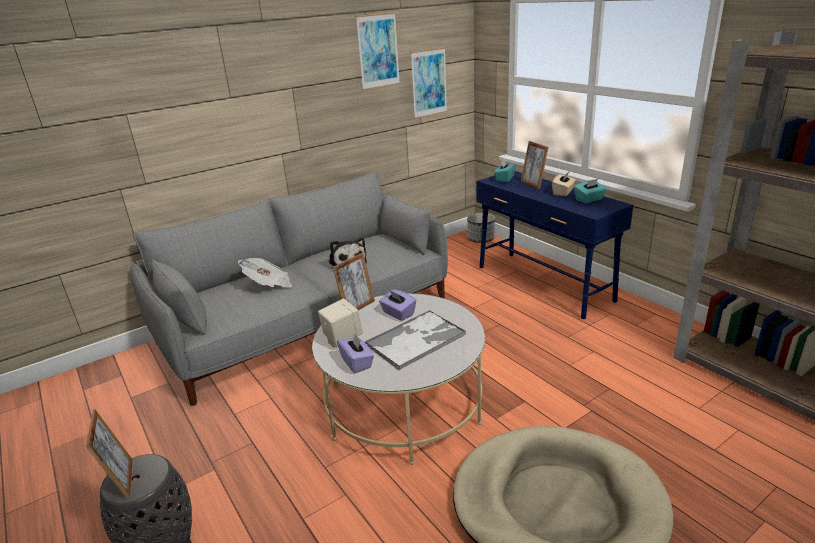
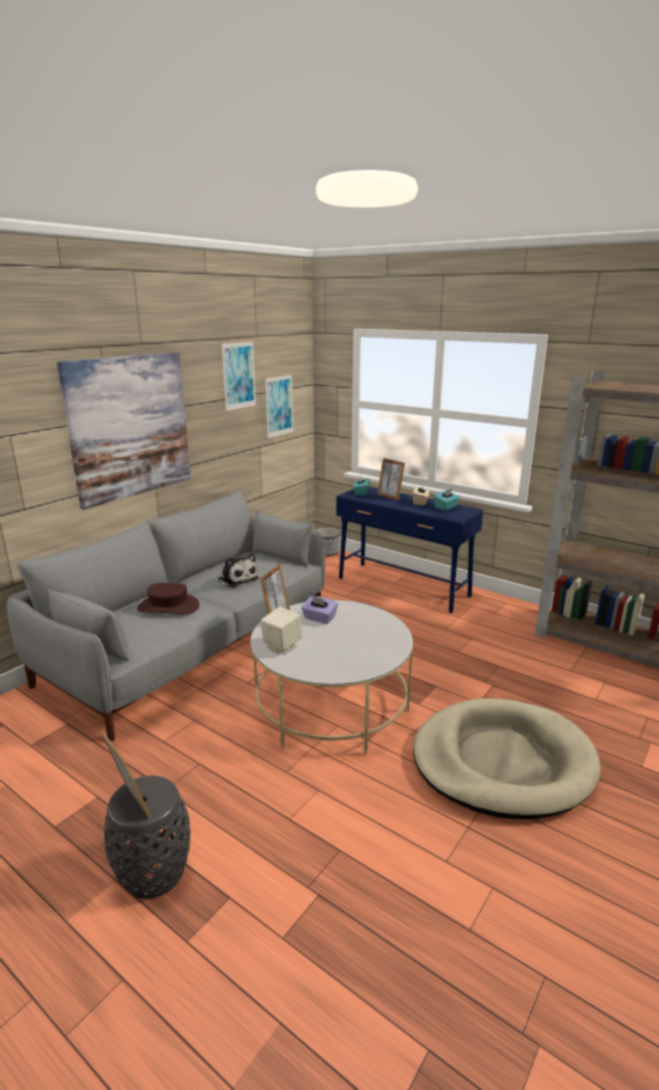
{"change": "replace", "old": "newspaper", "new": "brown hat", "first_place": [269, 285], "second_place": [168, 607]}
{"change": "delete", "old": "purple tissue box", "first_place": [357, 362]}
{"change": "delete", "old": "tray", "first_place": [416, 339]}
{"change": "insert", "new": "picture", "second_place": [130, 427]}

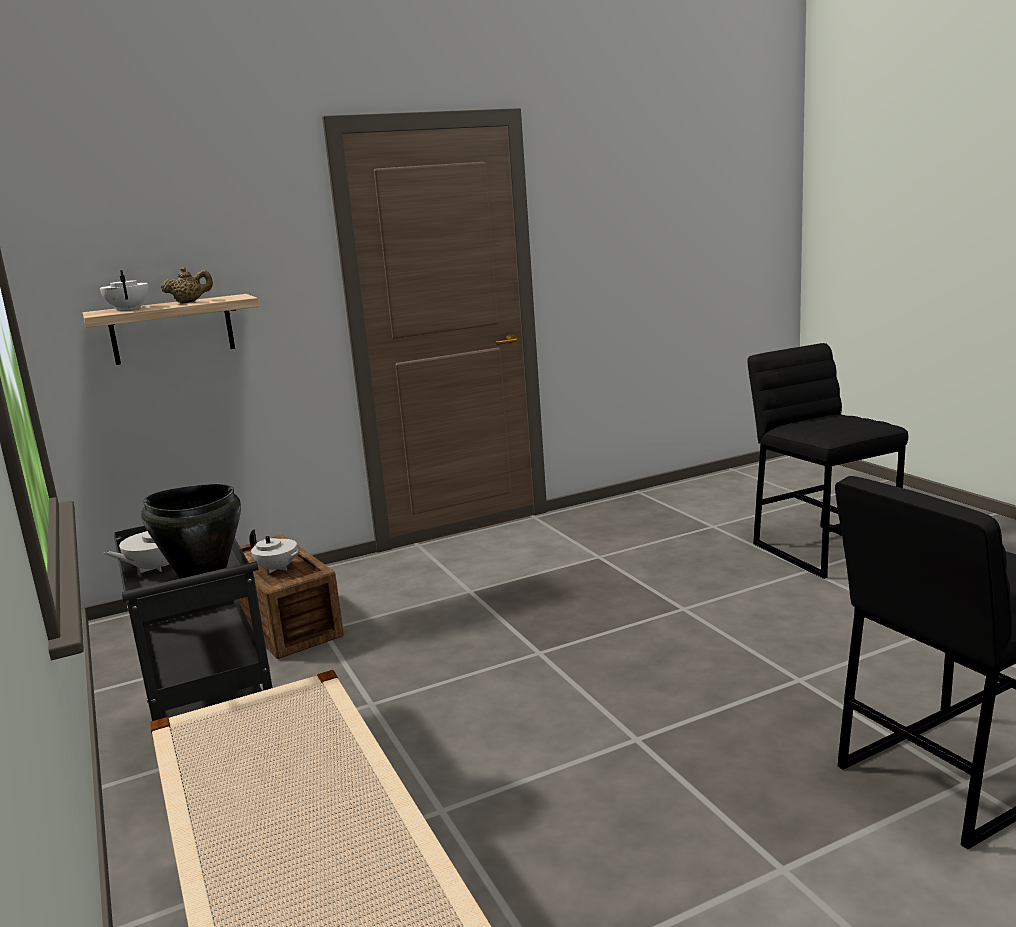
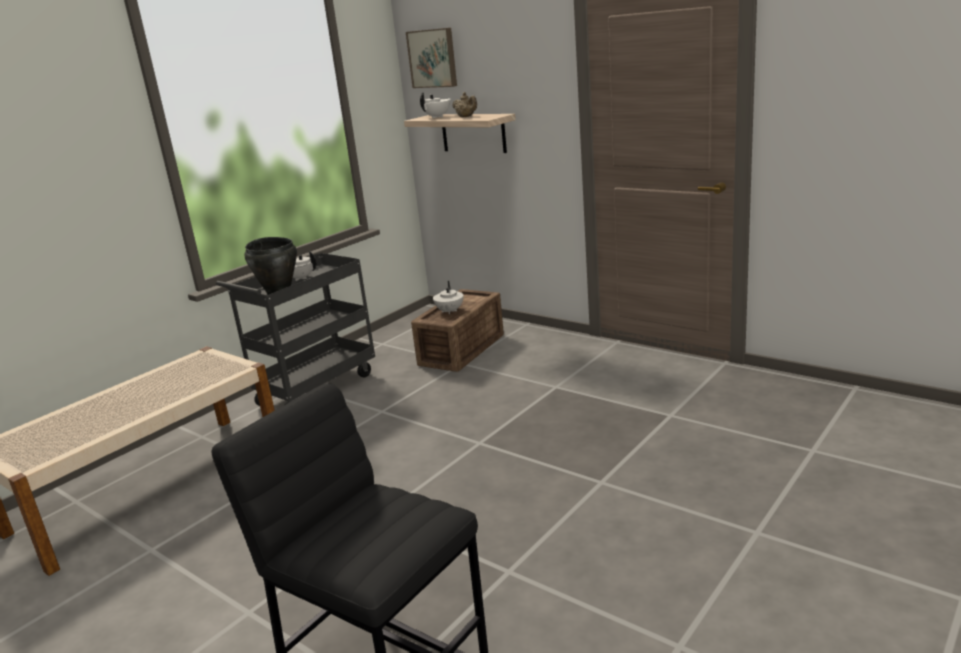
{"change": "delete", "old": "black chair", "first_place": [821, 549]}
{"change": "insert", "new": "picture", "second_place": [433, 58]}

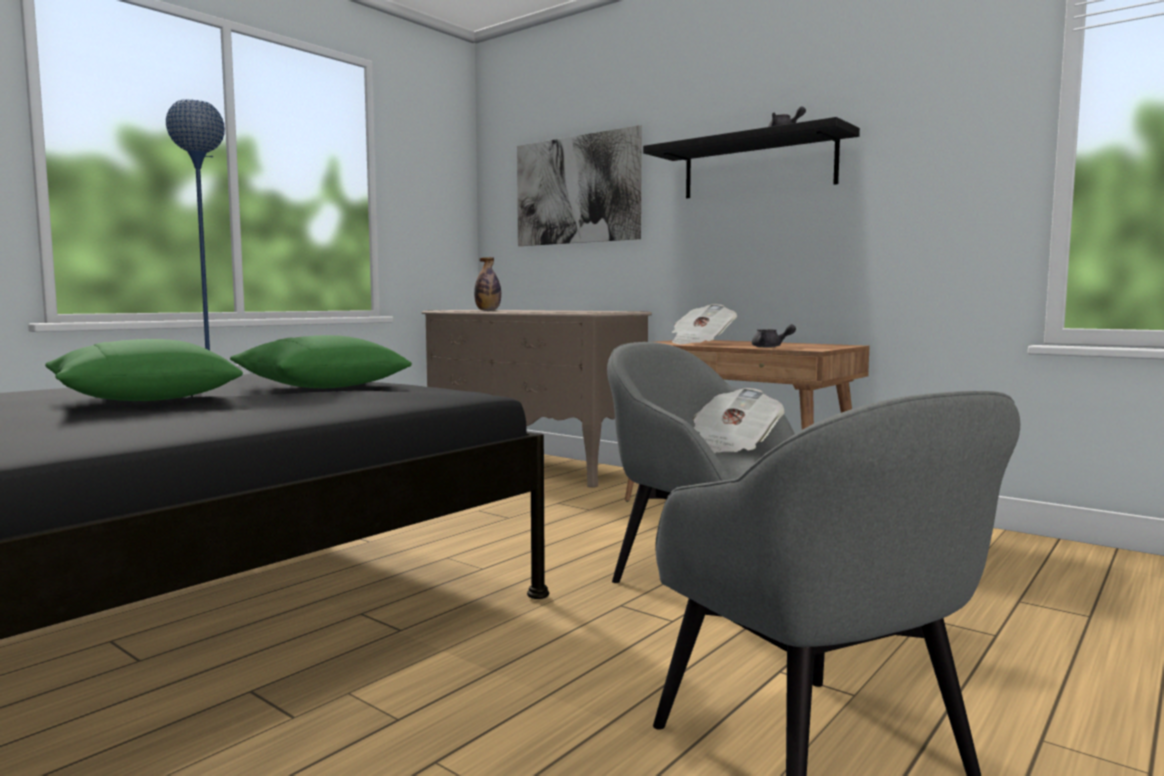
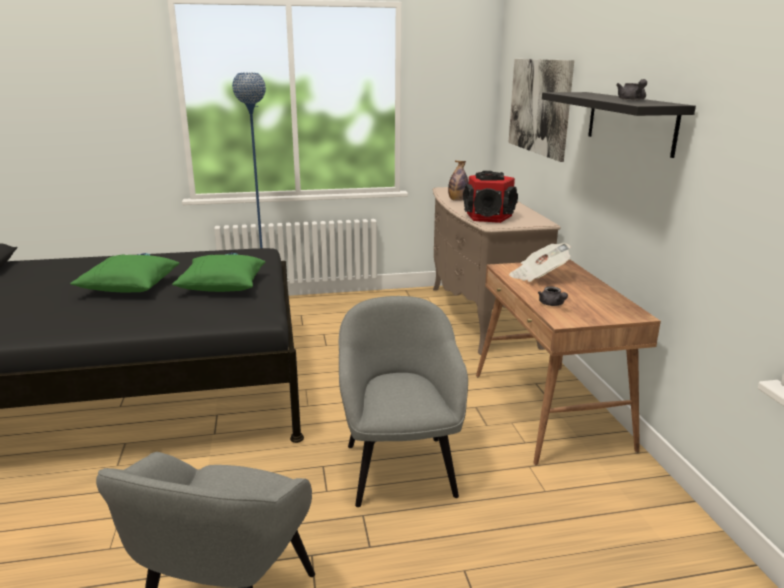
{"change": "delete", "old": "newspaper", "first_place": [732, 446]}
{"change": "insert", "new": "speaker", "second_place": [489, 217]}

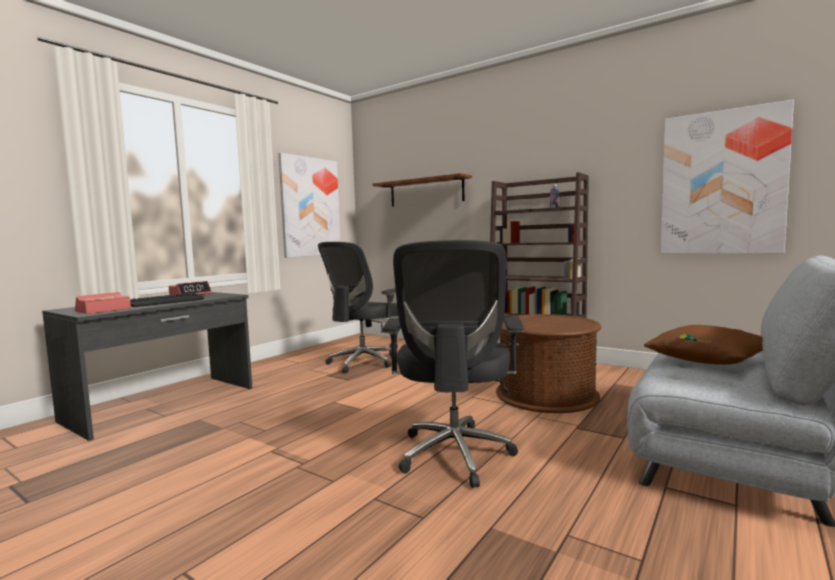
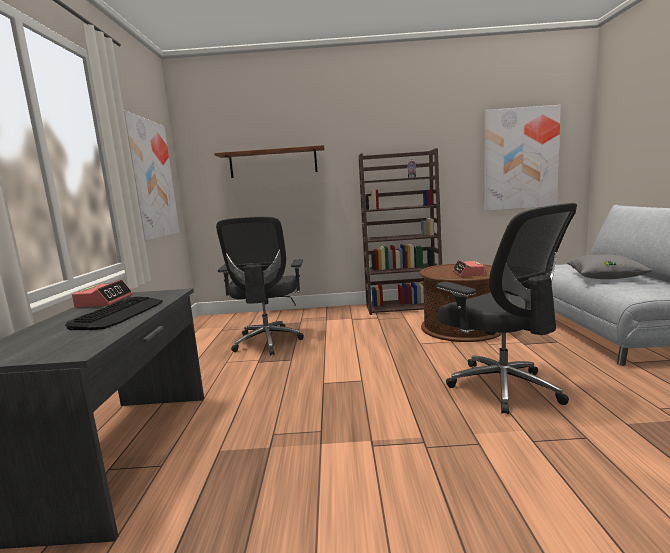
{"change": "move", "old": "alarm clock", "first_place": [103, 310], "second_place": [468, 273]}
{"change": "recolor", "old": "brown pillow", "new": "grey pillow", "first_place": [707, 361], "second_place": [605, 277]}

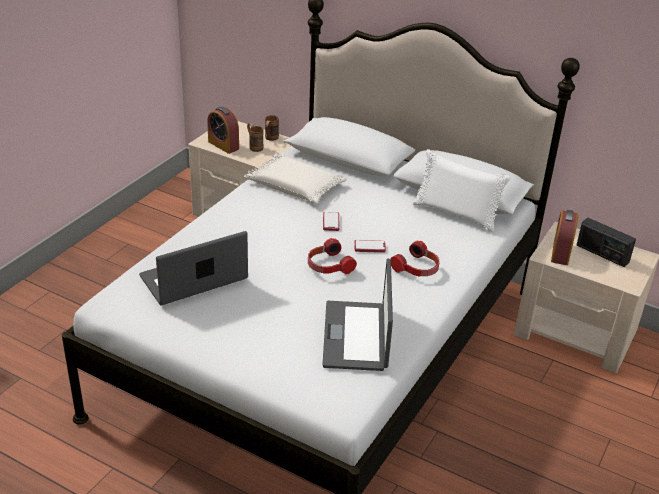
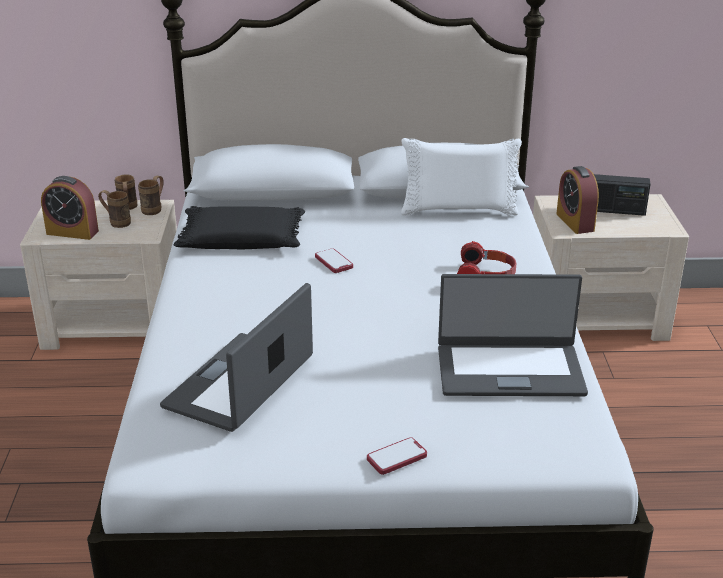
{"change": "recolor", "old": "white pillow", "new": "black pillow", "first_place": [295, 184], "second_place": [241, 237]}
{"change": "delete", "old": "headphones", "first_place": [328, 266]}
{"change": "rotate", "old": "laptop", "first_place": [357, 336], "second_place": [509, 369], "degrees": -60}
{"change": "move", "old": "phone", "first_place": [369, 247], "second_place": [396, 457]}
{"change": "insert", "new": "brown mug", "second_place": [155, 209]}

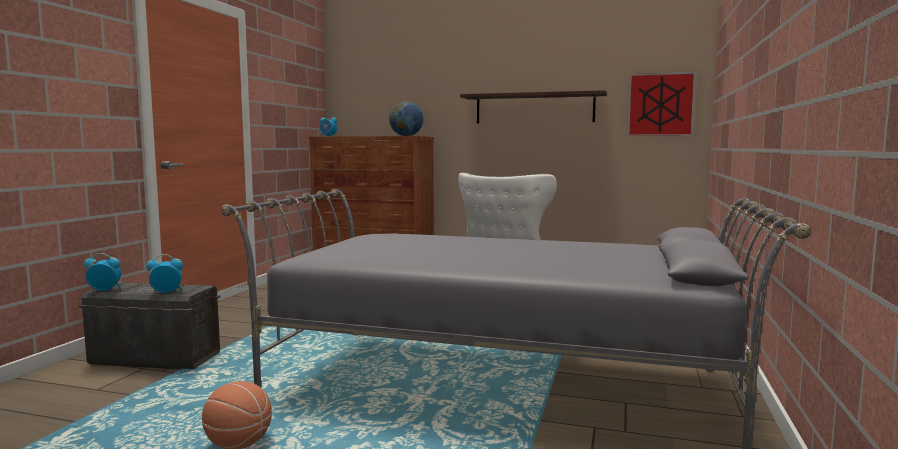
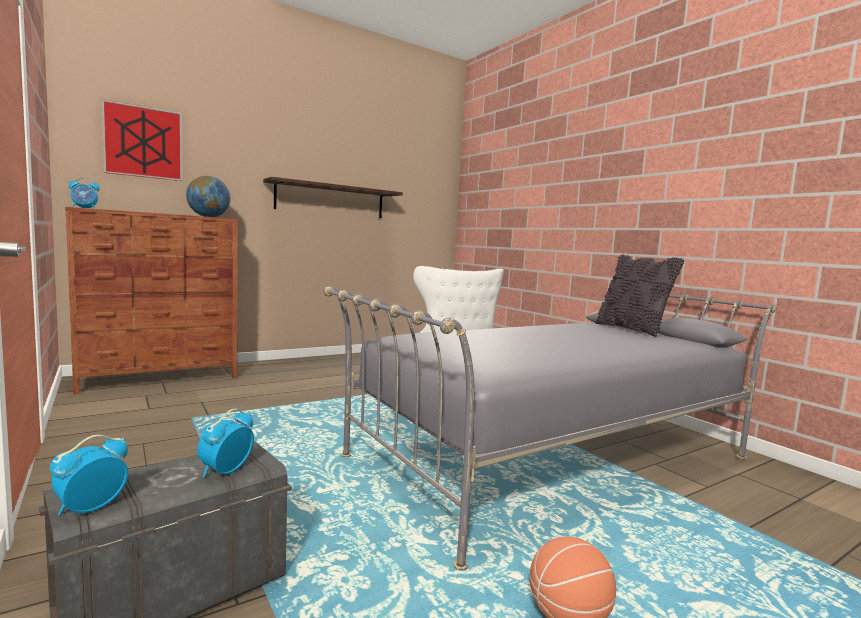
{"change": "move", "old": "picture", "first_place": [660, 104], "second_place": [143, 142]}
{"change": "insert", "new": "black pillow", "second_place": [632, 329]}

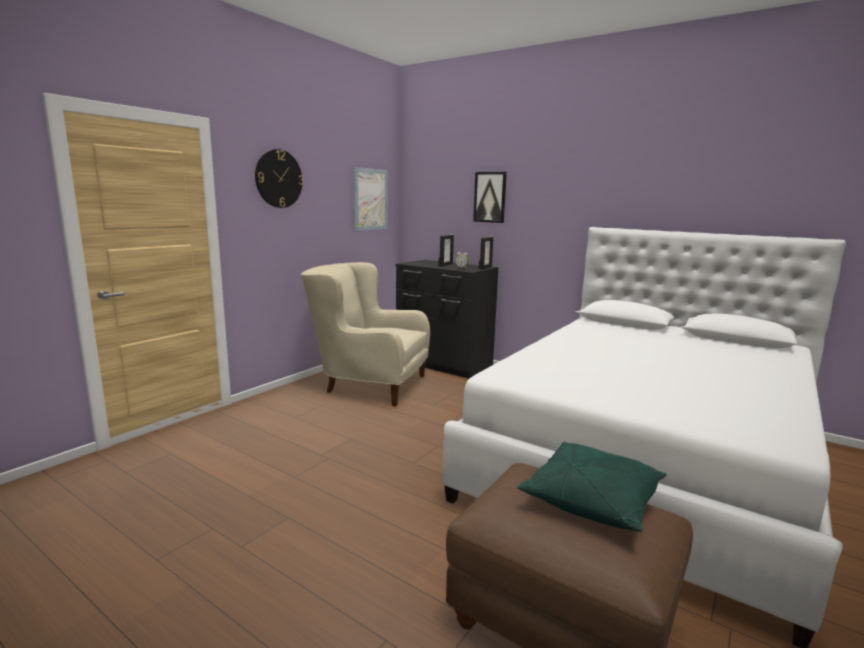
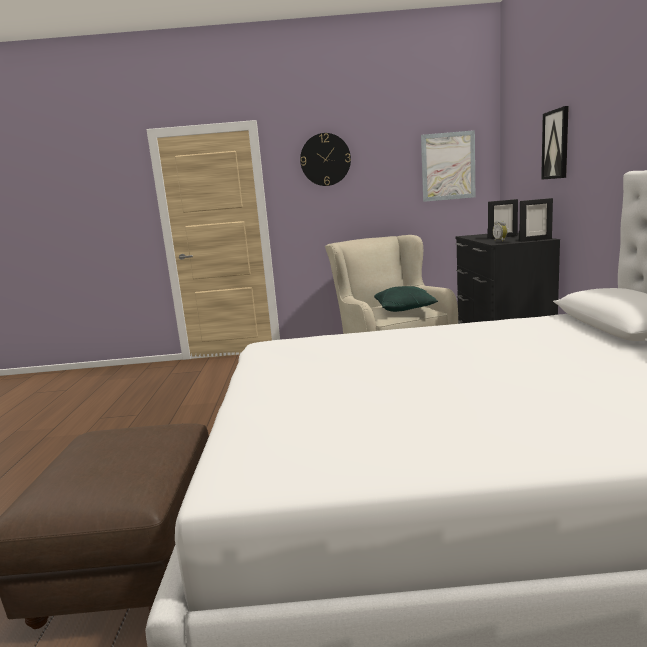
{"change": "move", "old": "green pillow", "first_place": [592, 500], "second_place": [405, 309]}

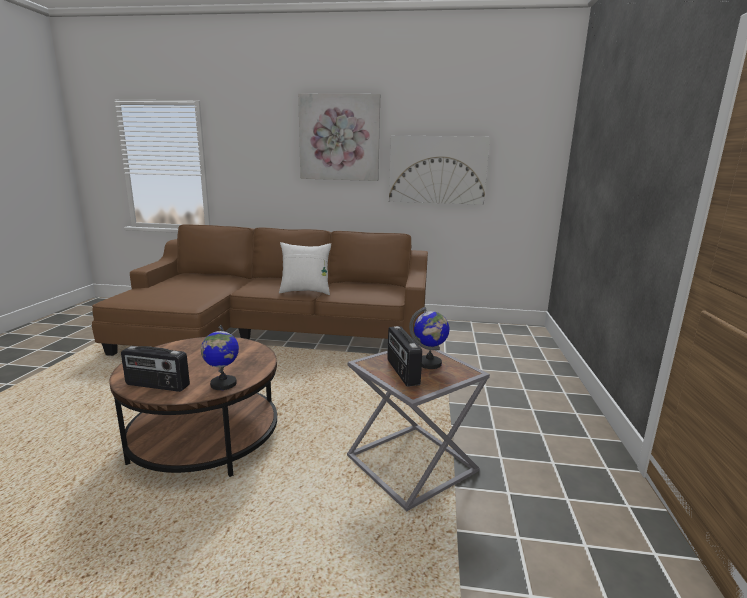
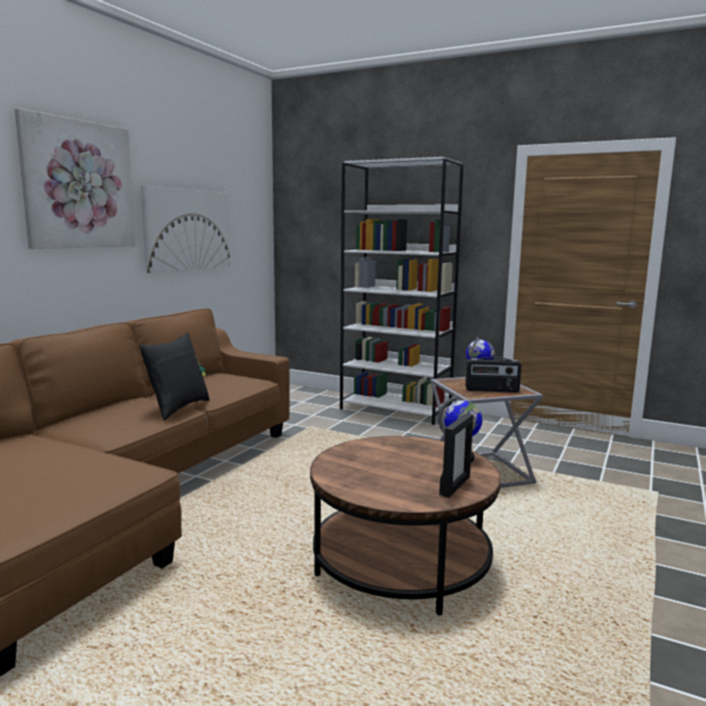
{"change": "replace", "old": "radio", "new": "picture frame", "first_place": [157, 385], "second_place": [455, 486]}
{"change": "recolor", "old": "white pillow", "new": "black pillow", "first_place": [305, 292], "second_place": [178, 409]}
{"change": "insert", "new": "white bookcase", "second_place": [396, 409]}

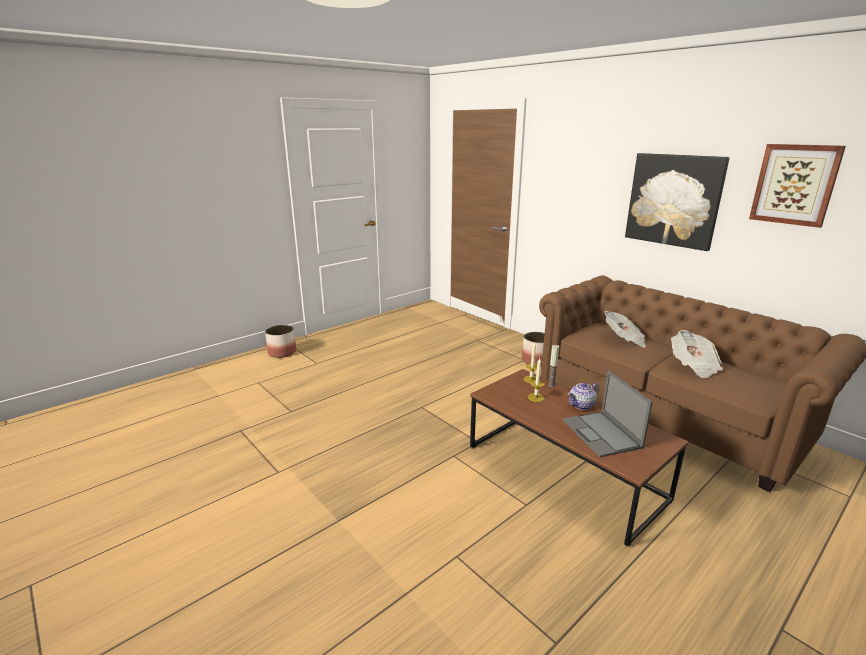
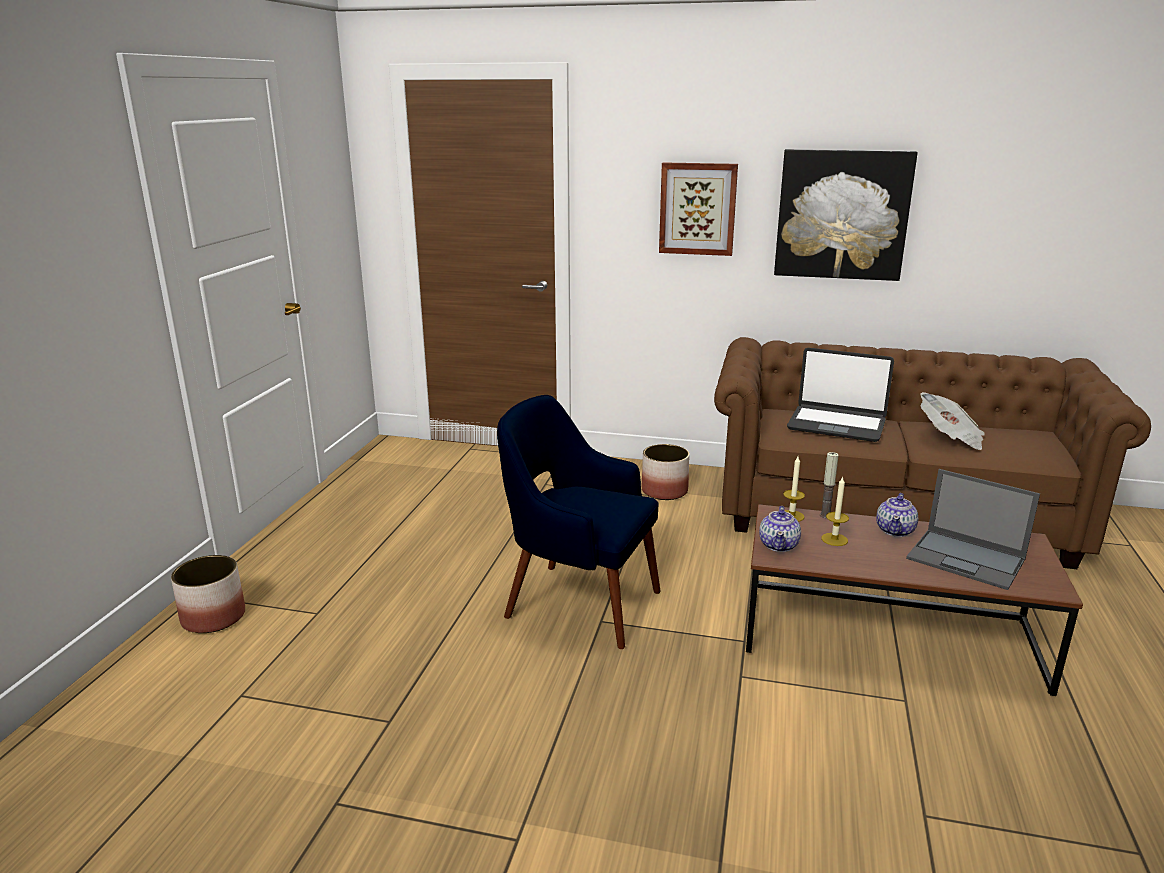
{"change": "replace", "old": "newspaper", "new": "laptop", "first_place": [624, 340], "second_place": [836, 424]}
{"change": "move", "old": "picture", "first_place": [795, 184], "second_place": [697, 209]}
{"change": "insert", "new": "blue armchair", "second_place": [578, 603]}
{"change": "insert", "new": "teapot", "second_place": [779, 545]}

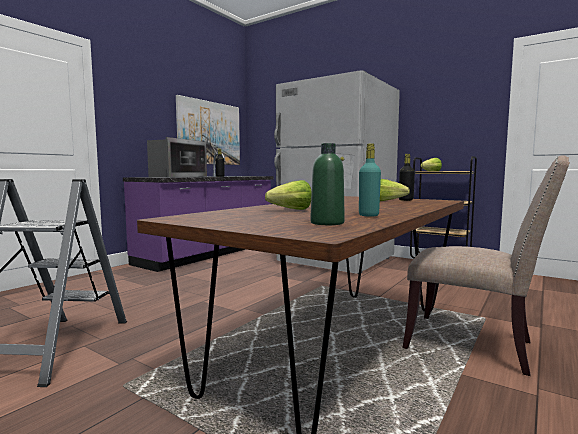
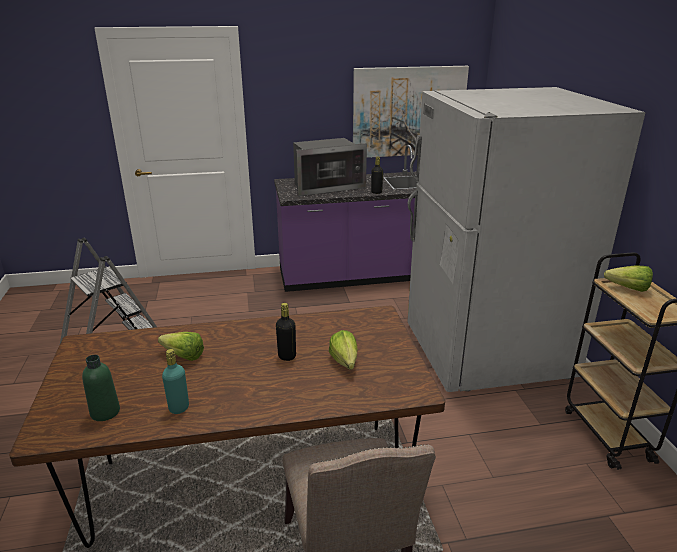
{"change": "move", "old": "black bottle", "first_place": [405, 200], "second_place": [287, 356]}

